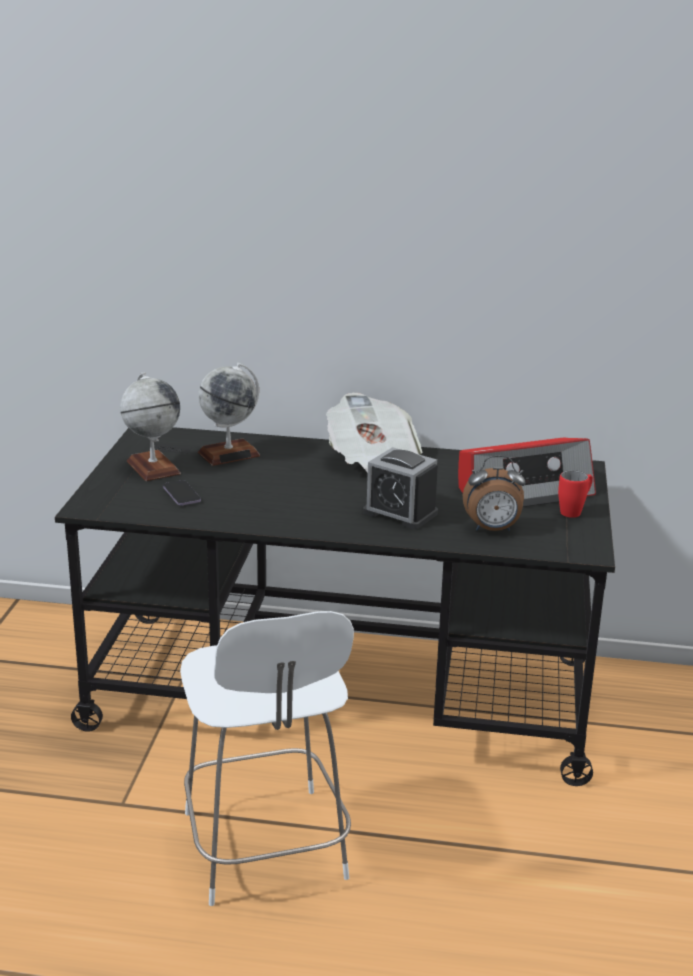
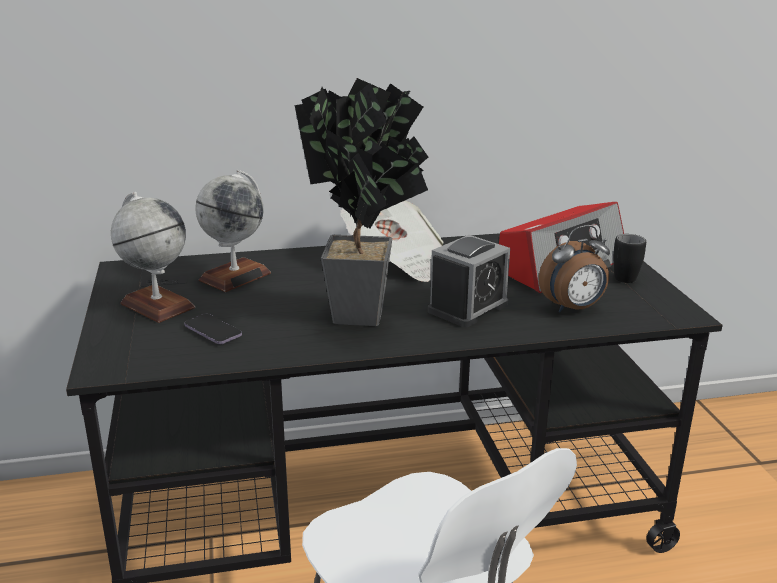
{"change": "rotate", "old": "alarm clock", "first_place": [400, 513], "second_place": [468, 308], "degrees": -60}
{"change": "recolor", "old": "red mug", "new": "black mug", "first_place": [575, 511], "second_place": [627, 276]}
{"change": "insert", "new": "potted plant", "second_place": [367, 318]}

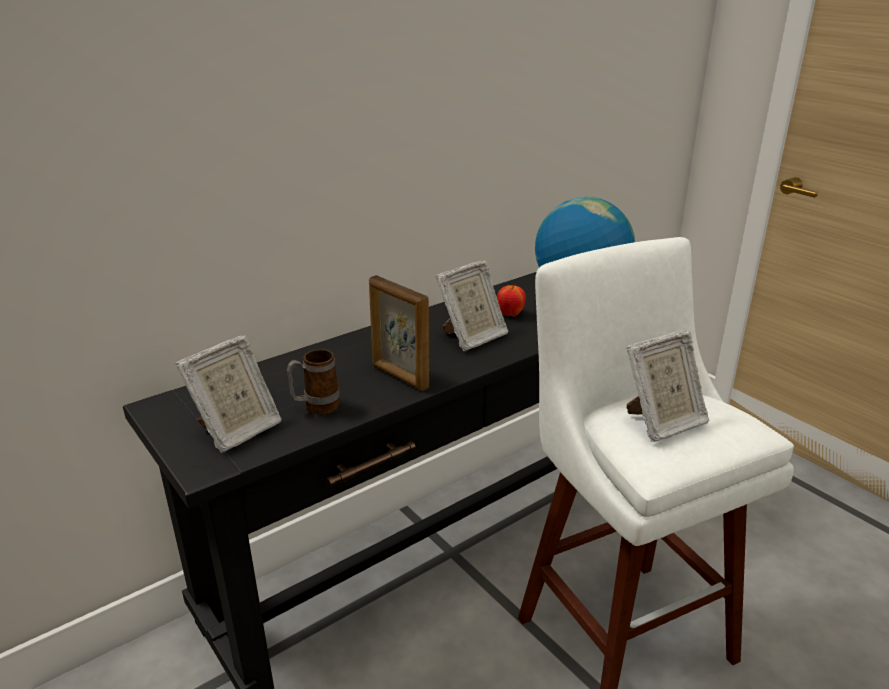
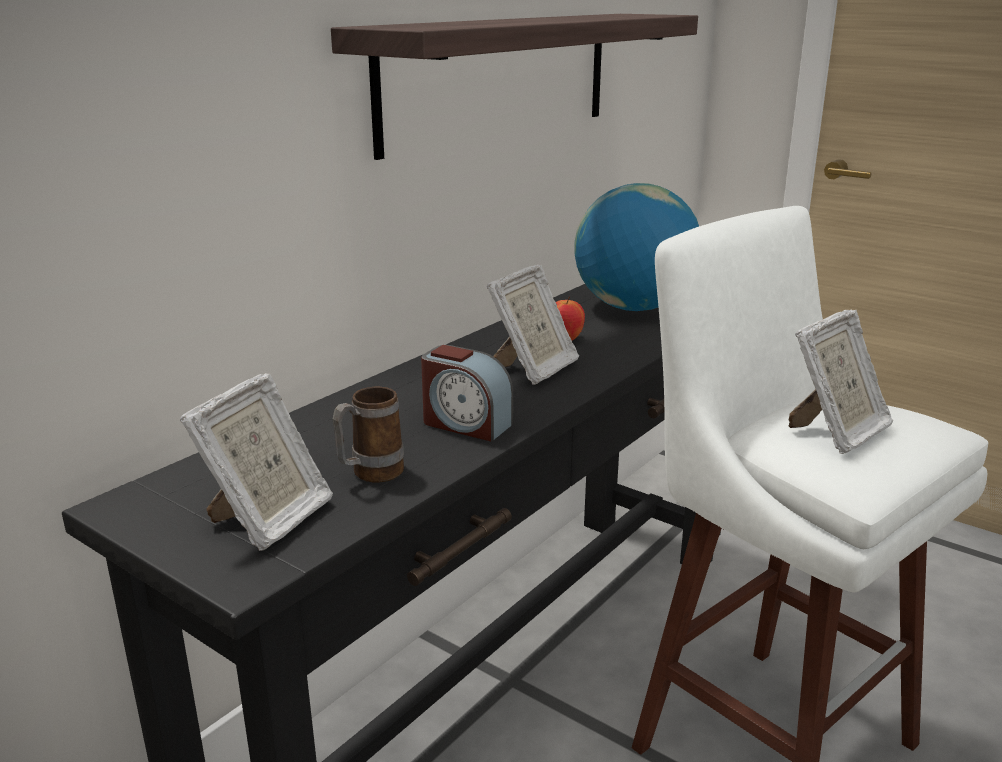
{"change": "replace", "old": "picture frame", "new": "alarm clock", "first_place": [399, 377], "second_place": [465, 424]}
{"change": "insert", "new": "shelf", "second_place": [500, 78]}

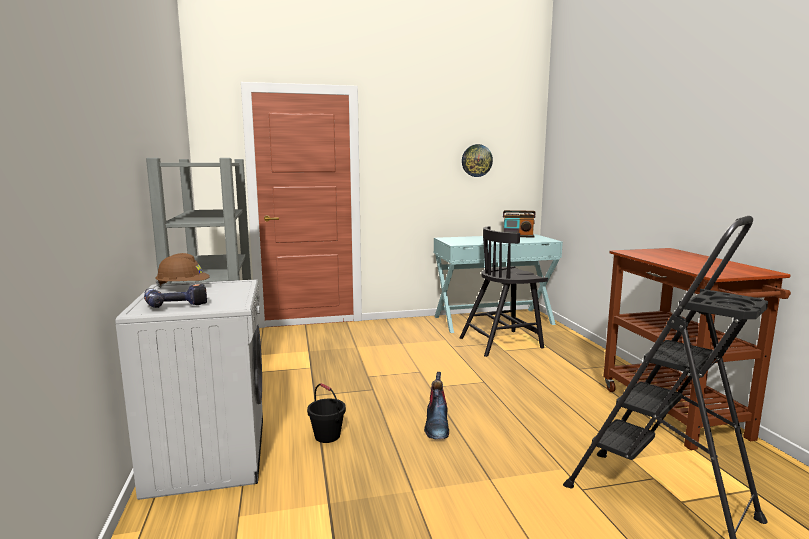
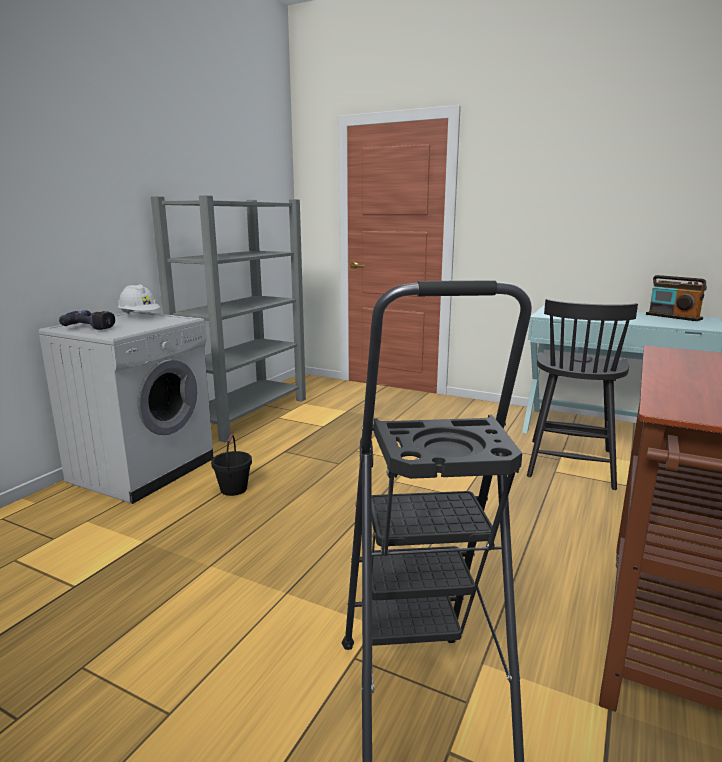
{"change": "recolor", "old": "brown hard hat", "new": "white hard hat", "first_place": [183, 287], "second_place": [139, 316]}
{"change": "delete", "old": "boot", "first_place": [437, 425]}
{"change": "rotate", "old": "black chair", "first_place": [502, 342], "second_place": [570, 461], "degrees": -90}
{"change": "delete", "old": "wall clock", "first_place": [476, 160]}

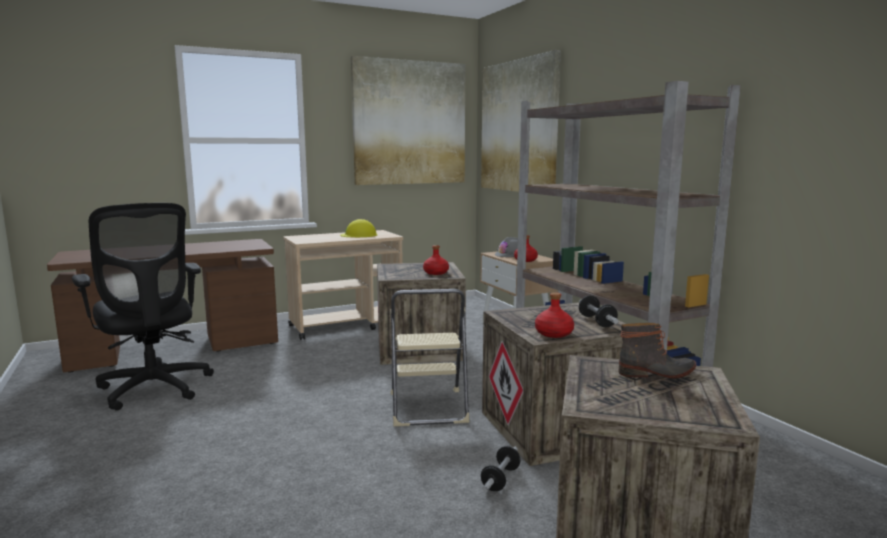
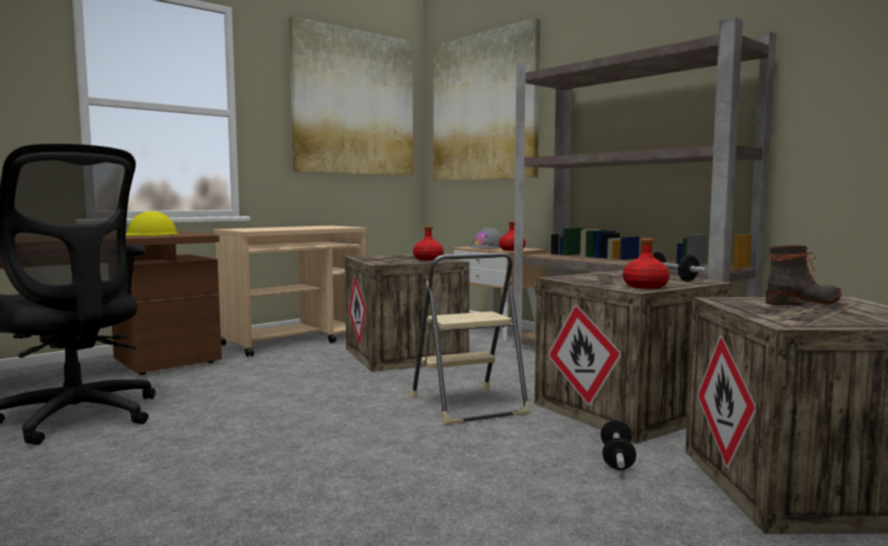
{"change": "move", "old": "yellow hard hat", "first_place": [359, 235], "second_place": [150, 234]}

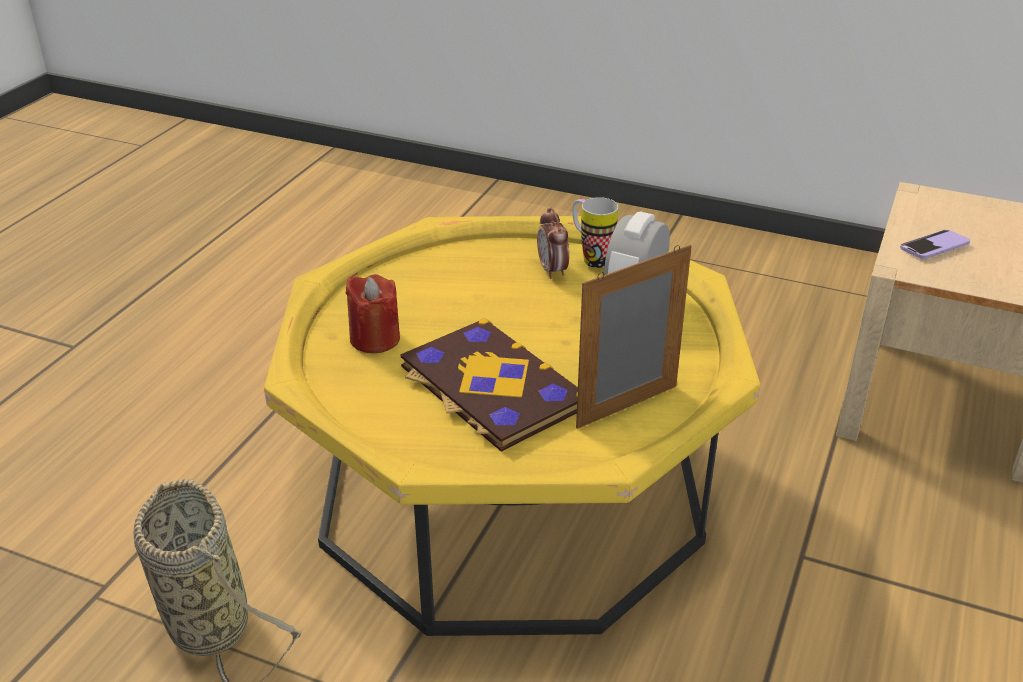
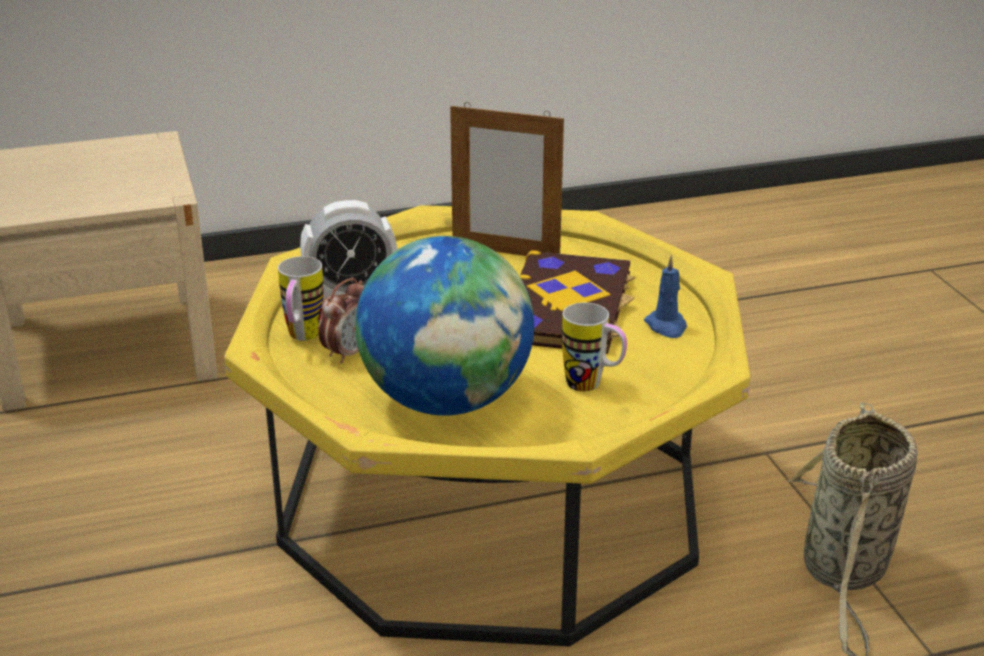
{"change": "replace", "old": "red candle", "new": "mug", "first_place": [375, 339], "second_place": [593, 386]}
{"change": "delete", "old": "phone", "first_place": [934, 246]}
{"change": "insert", "new": "globe", "second_place": [446, 401]}
{"change": "insert", "new": "blue candle", "second_place": [666, 326]}

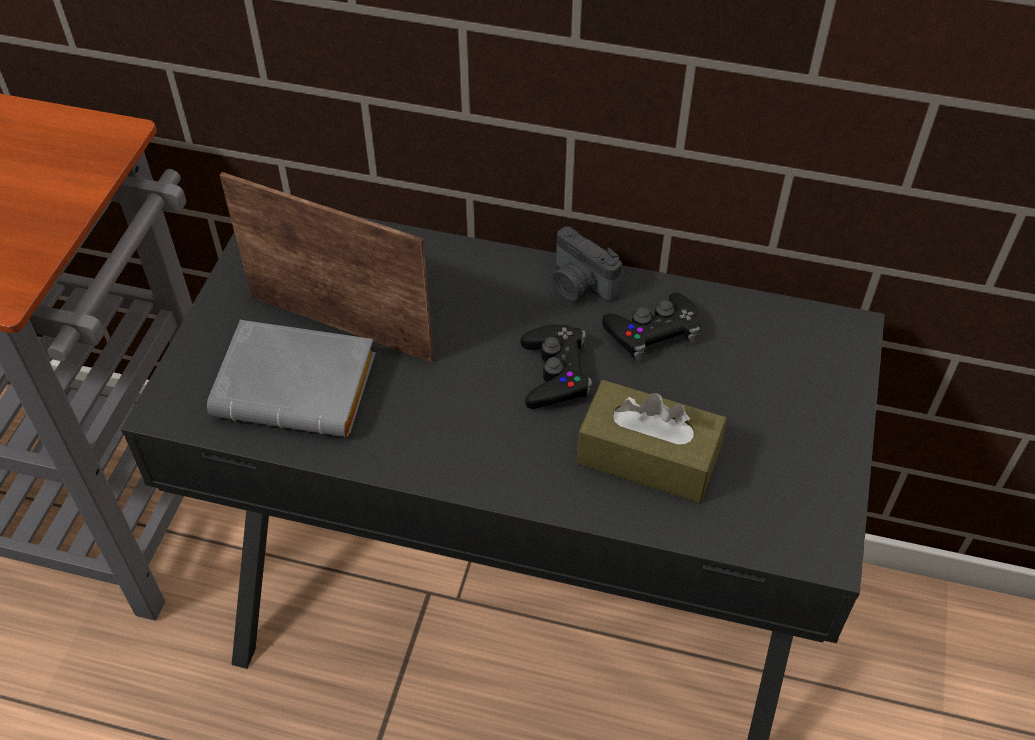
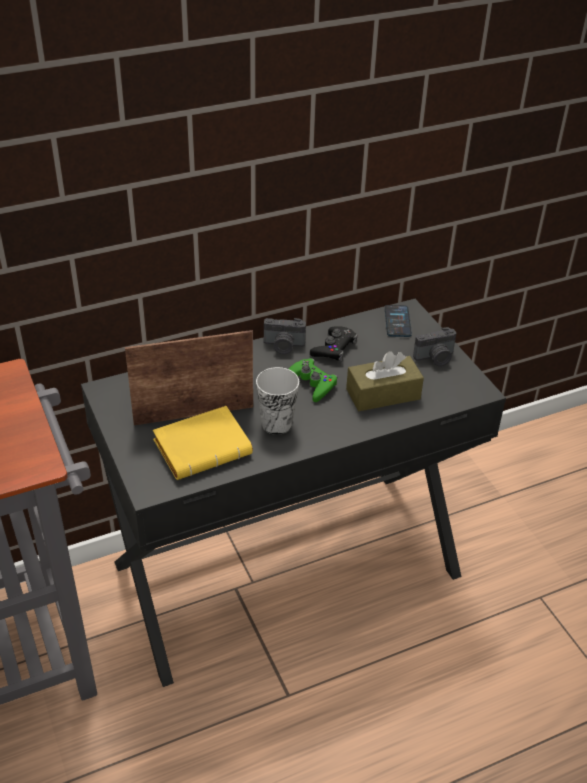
{"change": "recolor", "old": "grey book", "new": "yellow book", "first_place": [301, 386], "second_place": [204, 447]}
{"change": "recolor", "old": "black game controller", "new": "green game controller", "first_place": [555, 373], "second_place": [311, 384]}
{"change": "insert", "new": "cup", "second_place": [276, 424]}
{"change": "insert", "new": "phone", "second_place": [397, 321]}
{"change": "insert", "new": "photo camera", "second_place": [435, 358]}

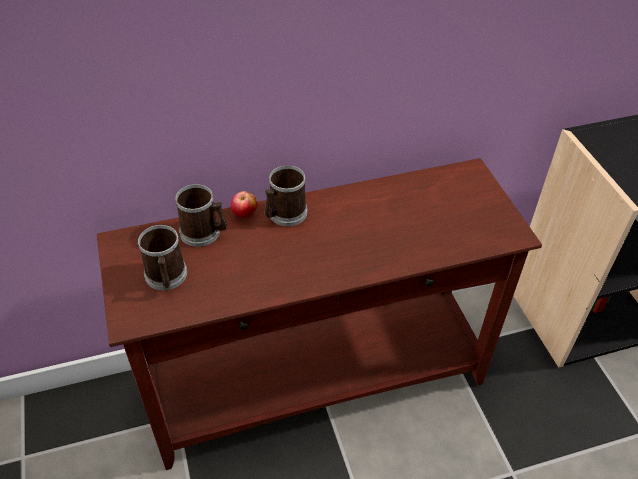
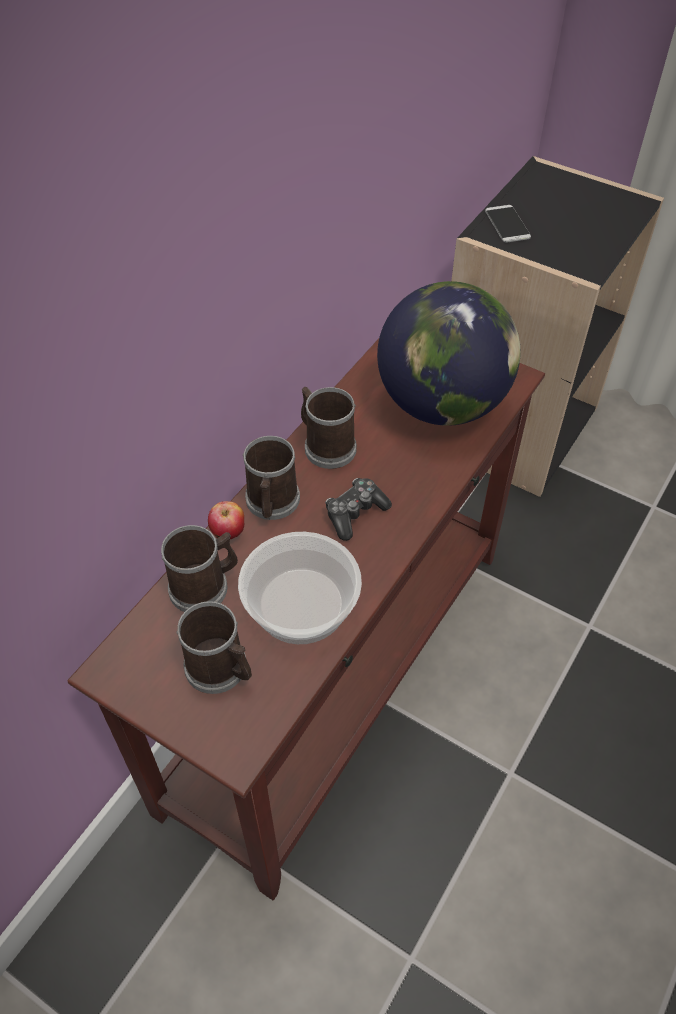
{"change": "insert", "new": "bowl", "second_place": [300, 604]}
{"change": "insert", "new": "mug", "second_place": [326, 445]}
{"change": "insert", "new": "game controller", "second_place": [355, 513]}
{"change": "insert", "new": "globe", "second_place": [442, 404]}
{"change": "insert", "new": "phone", "second_place": [507, 224]}

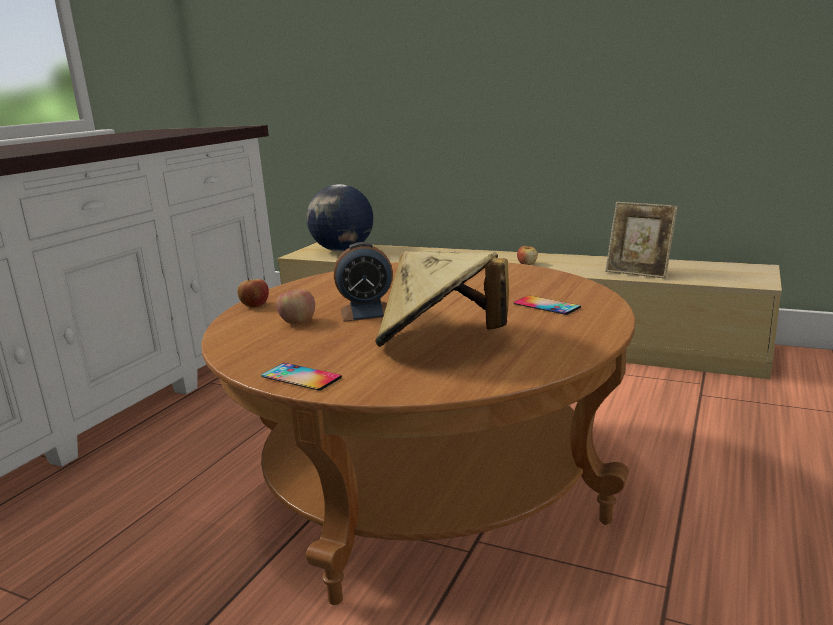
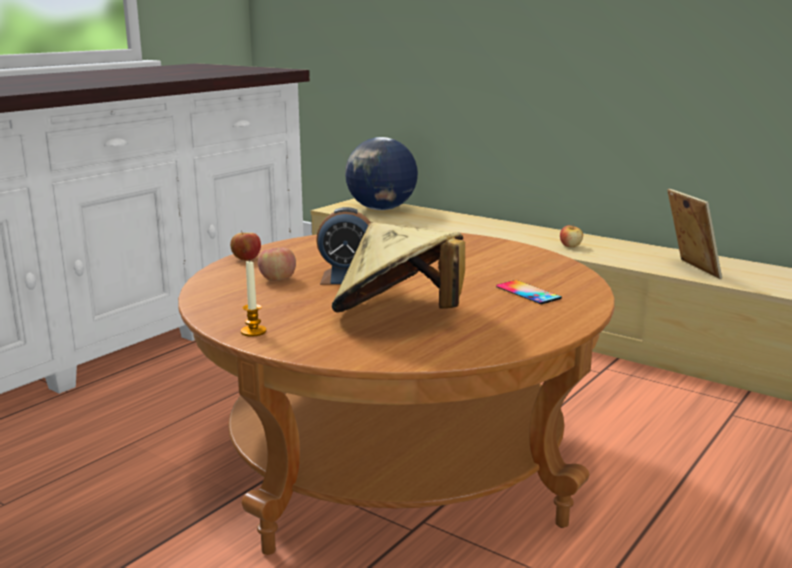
{"change": "replace", "old": "phone", "new": "candle", "first_place": [301, 377], "second_place": [253, 331]}
{"change": "rotate", "old": "picture frame", "first_place": [639, 272], "second_place": [689, 270], "degrees": -150}

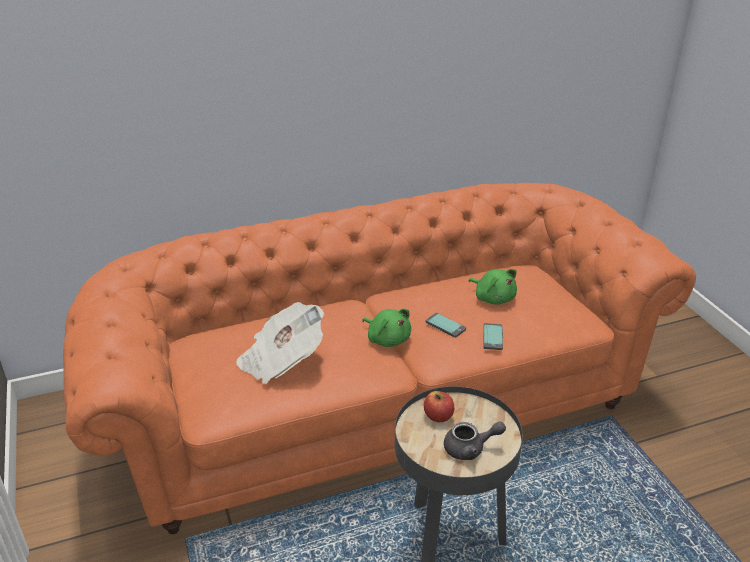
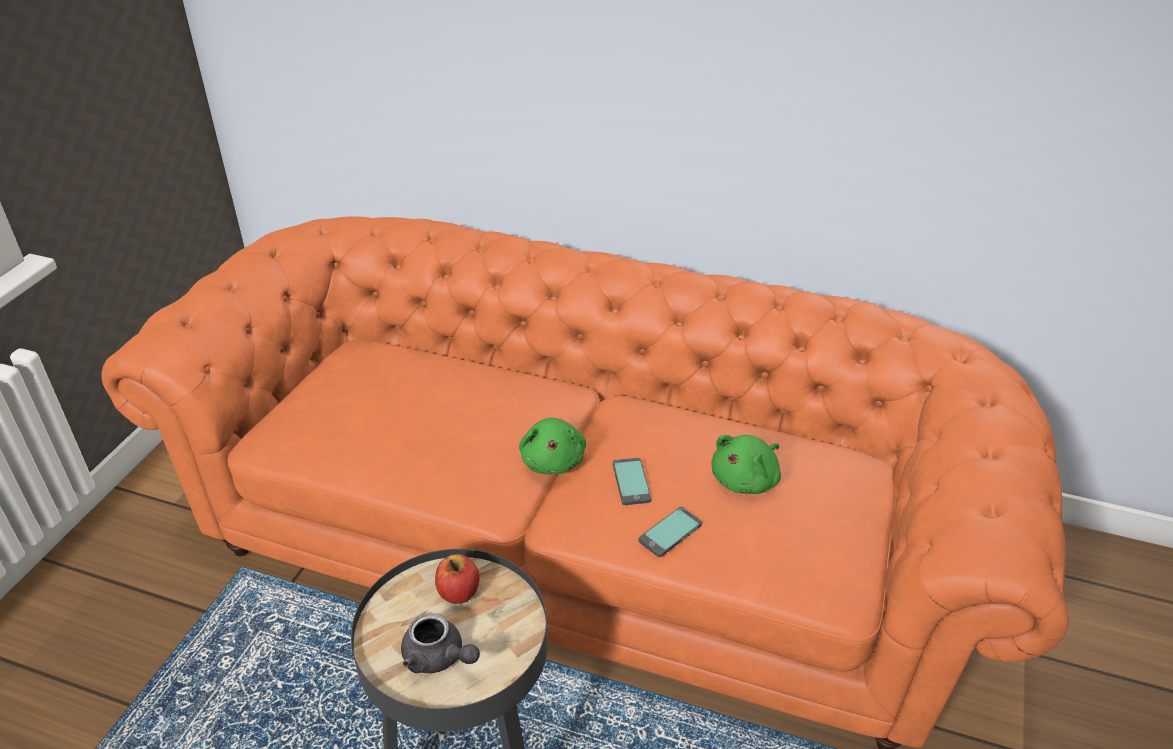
{"change": "delete", "old": "newspaper", "first_place": [281, 360]}
{"change": "rotate", "old": "green plush toy", "first_place": [493, 298], "second_place": [747, 480], "degrees": 45}

